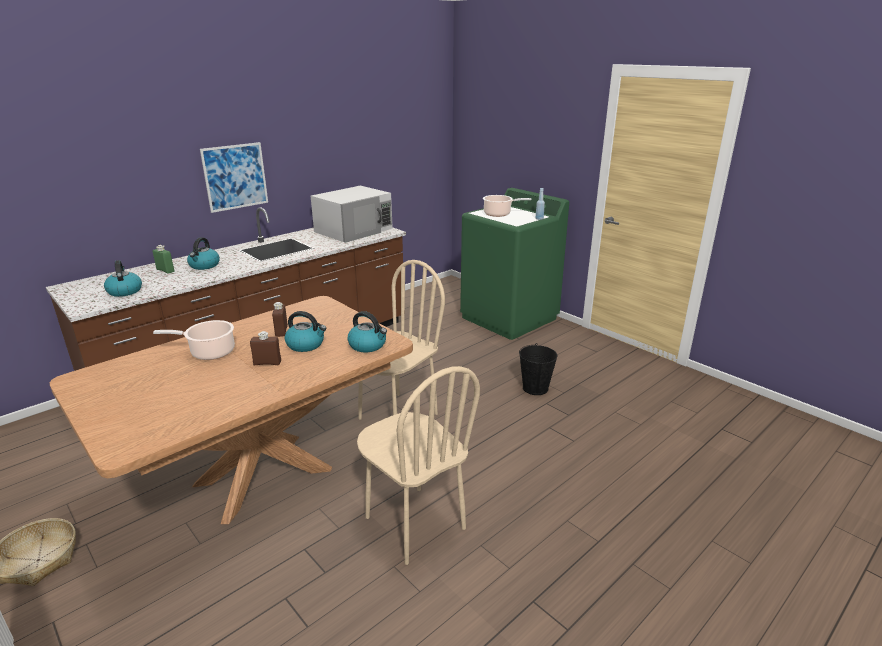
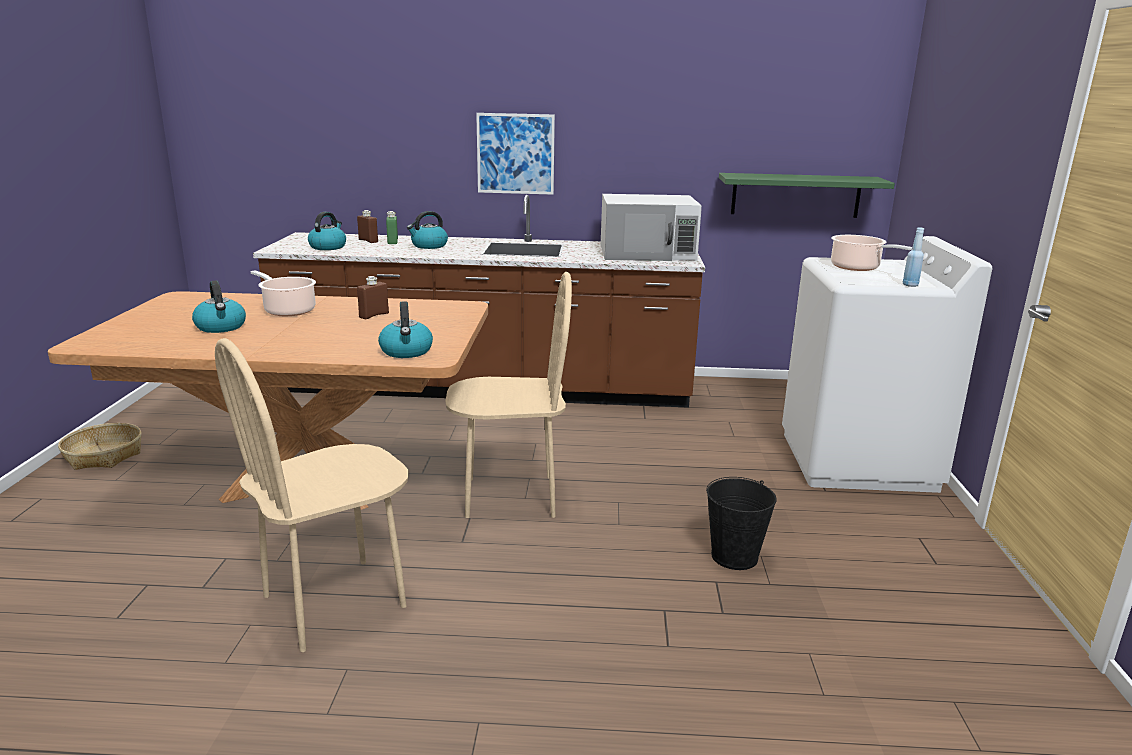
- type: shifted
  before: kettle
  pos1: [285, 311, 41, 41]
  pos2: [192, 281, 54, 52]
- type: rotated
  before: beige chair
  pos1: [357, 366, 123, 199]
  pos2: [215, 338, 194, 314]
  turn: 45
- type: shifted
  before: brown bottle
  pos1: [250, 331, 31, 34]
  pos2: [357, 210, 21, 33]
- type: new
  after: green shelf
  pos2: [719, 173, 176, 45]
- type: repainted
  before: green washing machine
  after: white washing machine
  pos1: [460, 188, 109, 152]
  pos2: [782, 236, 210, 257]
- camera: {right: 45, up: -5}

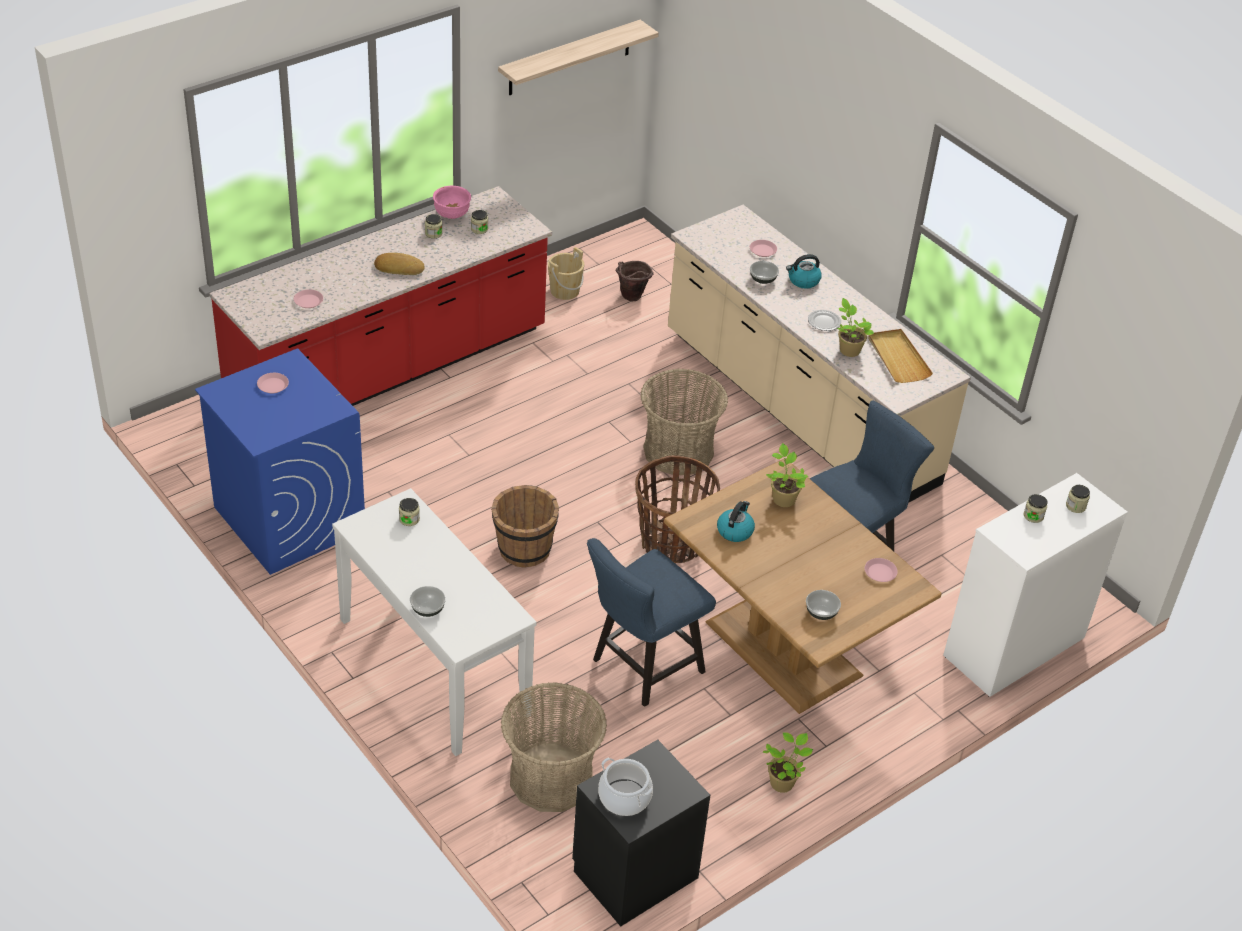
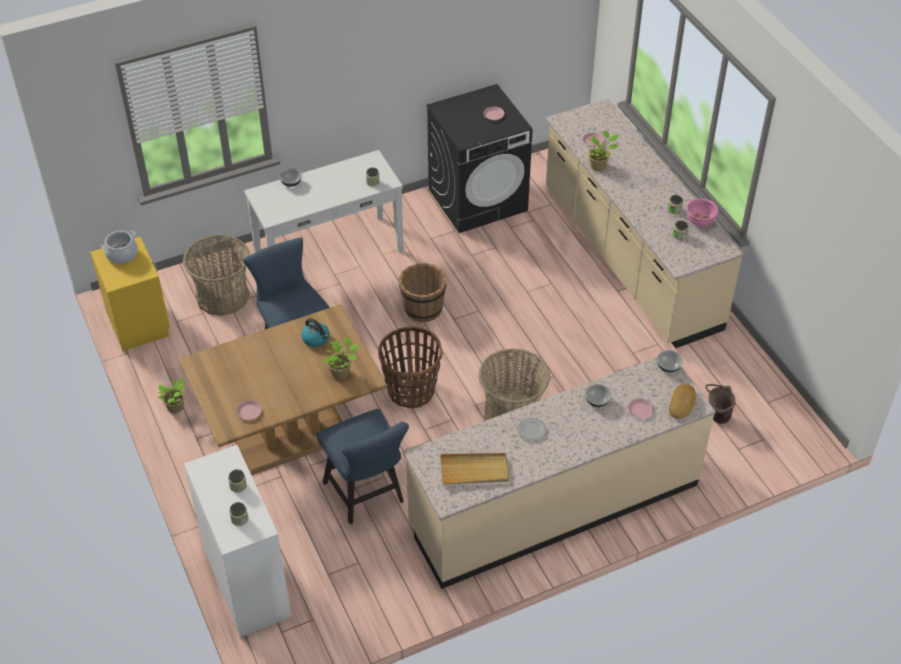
- type: repainted
  before: black nightstand
  after: yellow nightstand
  pos1: [572, 740, 138, 186]
  pos2: [90, 237, 80, 114]
- type: repainted
  before: blue washing machine
  after: black washing machine
  pos1: [195, 349, 170, 226]
  pos2: [426, 84, 107, 149]
- type: repainted
  before: red counter
  after: beige counter
  pos1: [210, 186, 342, 220]
  pos2: [546, 99, 197, 249]
- type: shifted
  before: potted plant
  pos1: [837, 298, 37, 59]
  pos2: [587, 130, 31, 41]
- type: shifted
  before: bowl
  pos1: [806, 590, 35, 30]
  pos2: [657, 350, 26, 23]
- type: shifted
  before: bread
  pos1: [374, 253, 51, 22]
  pos2: [669, 384, 27, 35]
- type: gone
  before: shelf
  pos1: [498, 20, 161, 75]
- type: gone
  before: beige bucket
  pos1: [548, 247, 36, 53]
- type: gone
  before: kettle
  pos1: [786, 254, 36, 35]
- camera: {right: 105, up: 5}

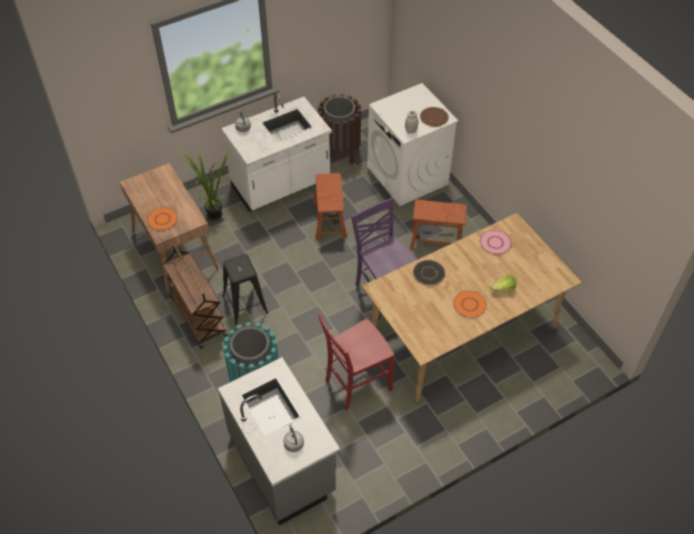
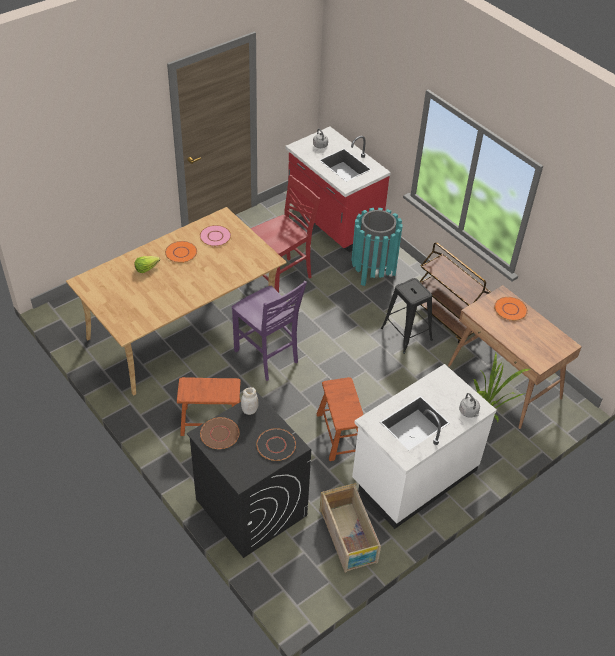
- type: repainted
  before: white washing machine
  after: black washing machine
  pos1: [367, 83, 91, 123]
  pos2: [187, 392, 124, 166]
- type: shifted
  before: pink plate
  pos1: [480, 230, 32, 24]
  pos2: [200, 225, 31, 21]
- type: shifted
  before: black plate
  pos1: [413, 260, 32, 26]
  pos2: [256, 428, 40, 33]
- type: repainted
  before: grey counter
  after: red counter
  pos1: [218, 357, 122, 168]
  pos2: [285, 127, 106, 125]
- type: swapped
  before: brown trash can
  after: crate
  pos1: [318, 94, 43, 71]
  pos2: [319, 483, 62, 90]
- camera: {right: 170, up: -5}

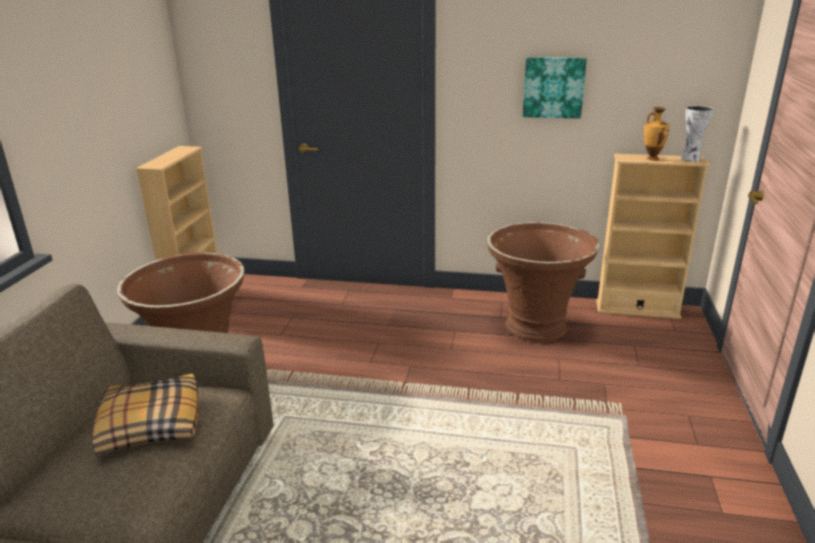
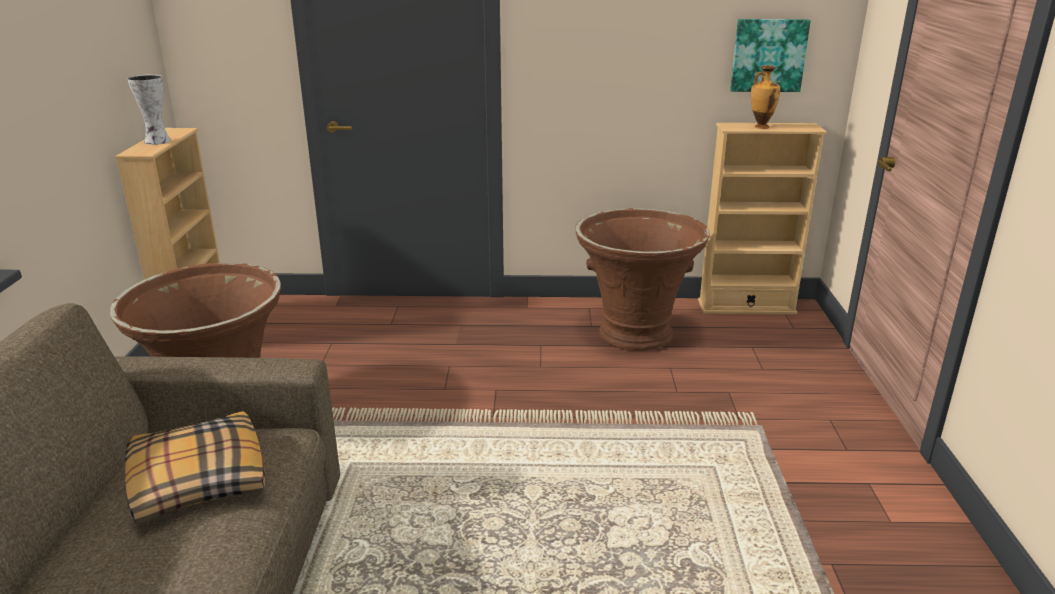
- type: shifted
  before: vase
  pos1: [680, 106, 34, 56]
  pos2: [127, 74, 44, 71]
- type: shifted
  before: picture
  pos1: [523, 57, 64, 62]
  pos2: [730, 19, 81, 73]
- camera: {right: -10, up: 0}

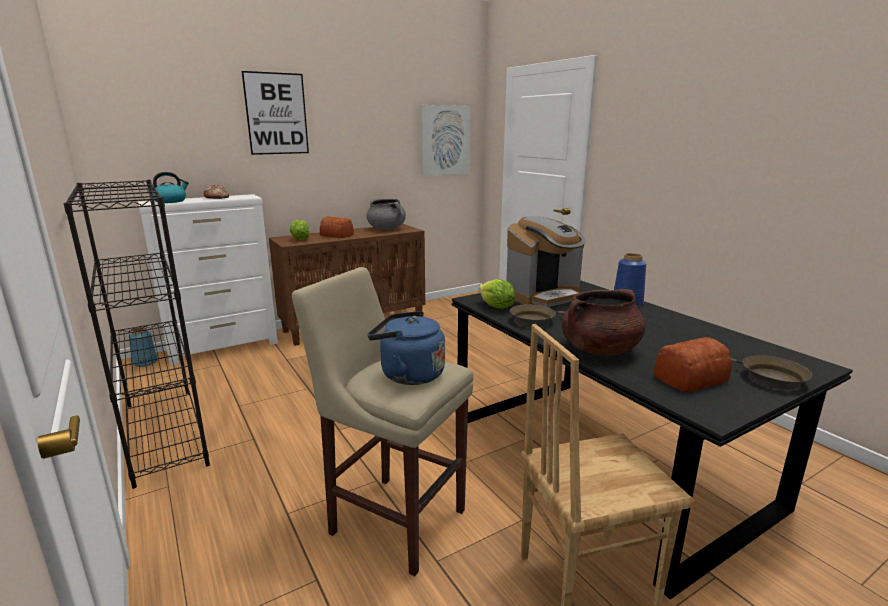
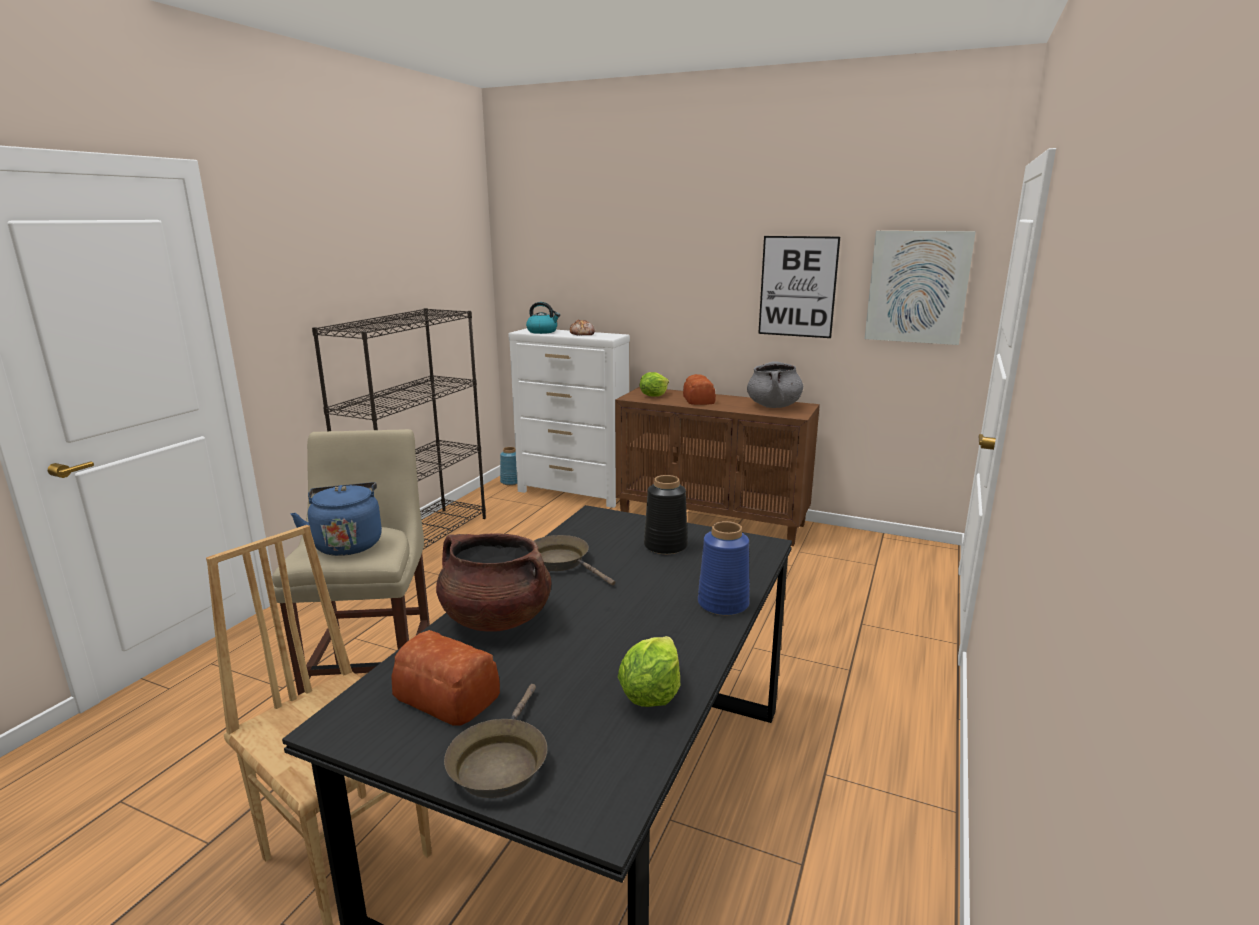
- type: shifted
  before: lettuce
  pos1: [479, 279, 36, 30]
  pos2: [618, 636, 62, 71]
- type: swapped
  before: coffee machine
  after: black vase
  pos1: [506, 216, 80, 91]
  pos2: [644, 475, 44, 79]
- type: shifted
  before: picture
  pos1: [242, 71, 67, 84]
  pos2: [758, 236, 82, 102]
- camera: {right: 55, up: 0}

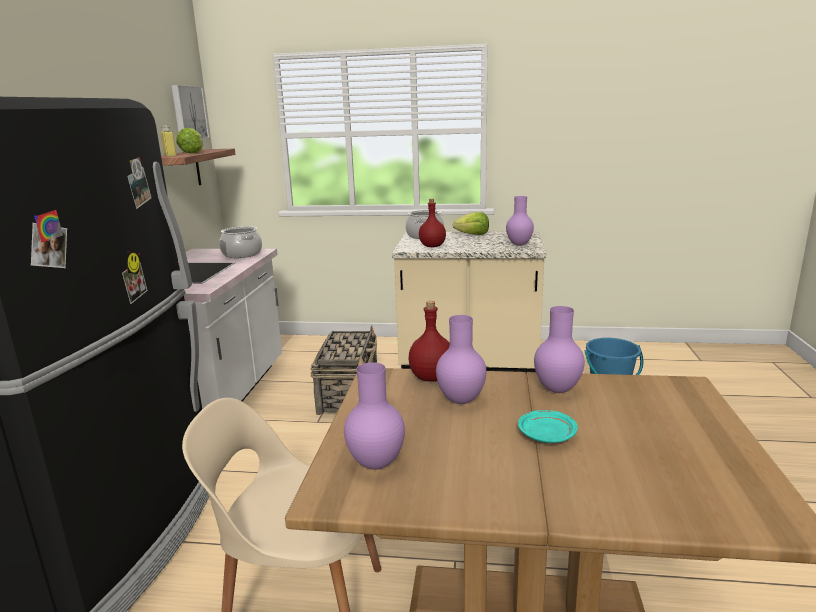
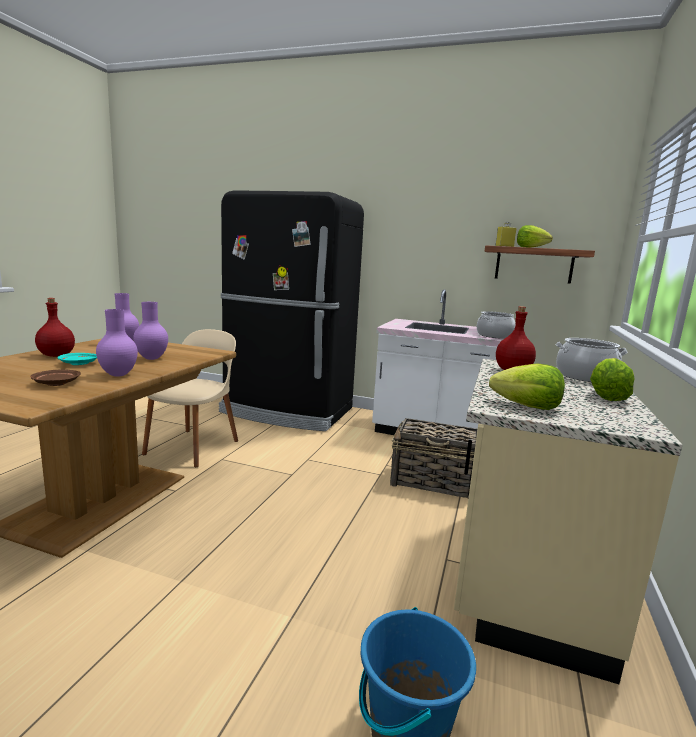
- type: new
  after: brown plate
  pos2: [30, 369, 51, 17]
- type: shifted
  before: red bottle
  pos1: [409, 301, 41, 81]
  pos2: [35, 298, 40, 59]
- type: swapped
  before: purple vase
  after: lettuce
  pos1: [506, 196, 28, 50]
  pos2: [489, 363, 76, 47]
- type: gone
  before: picture
  pos1: [171, 85, 39, 54]
- camera: {right: 100, up: -5}

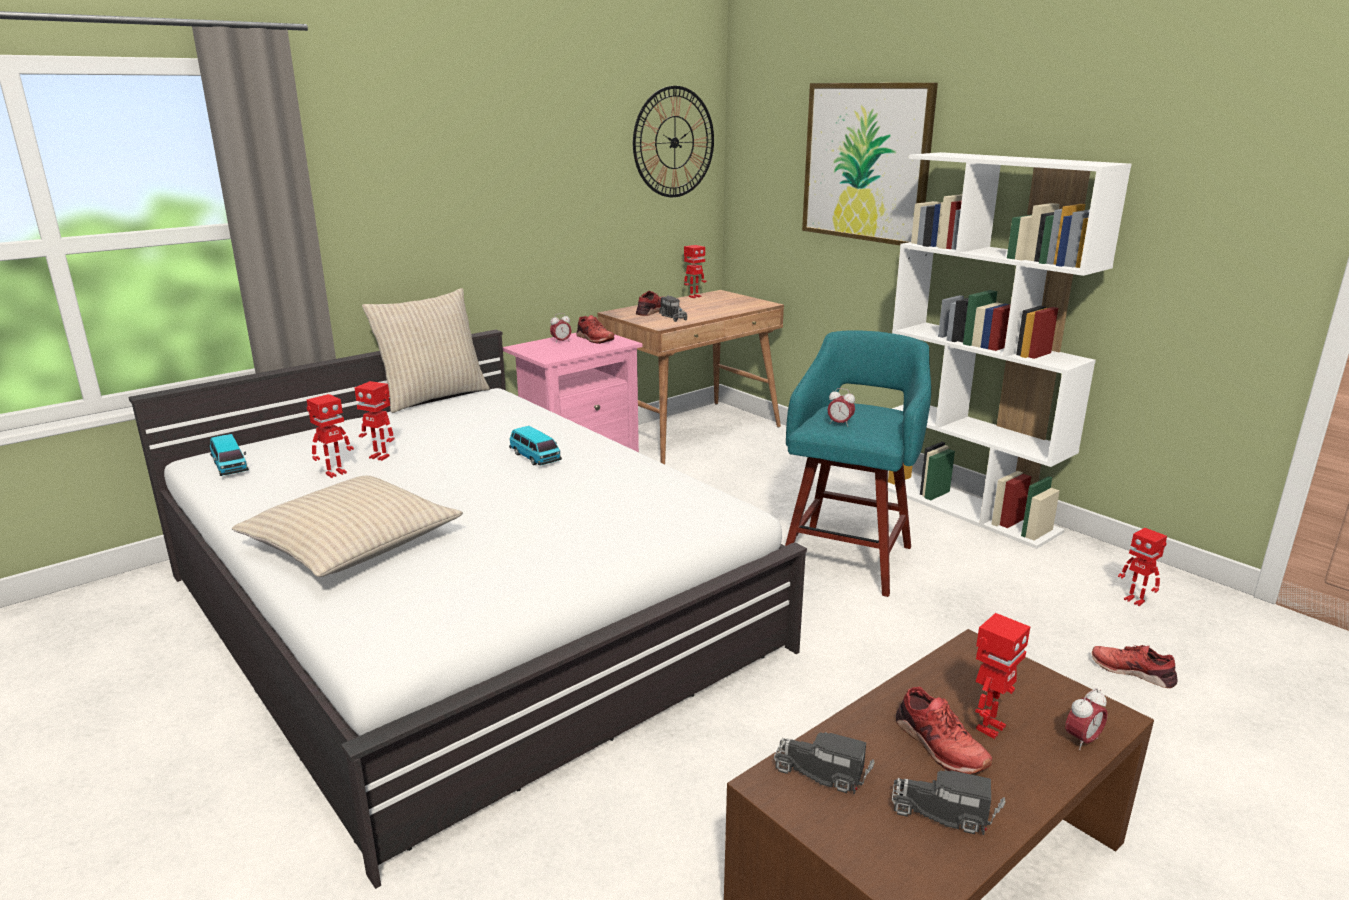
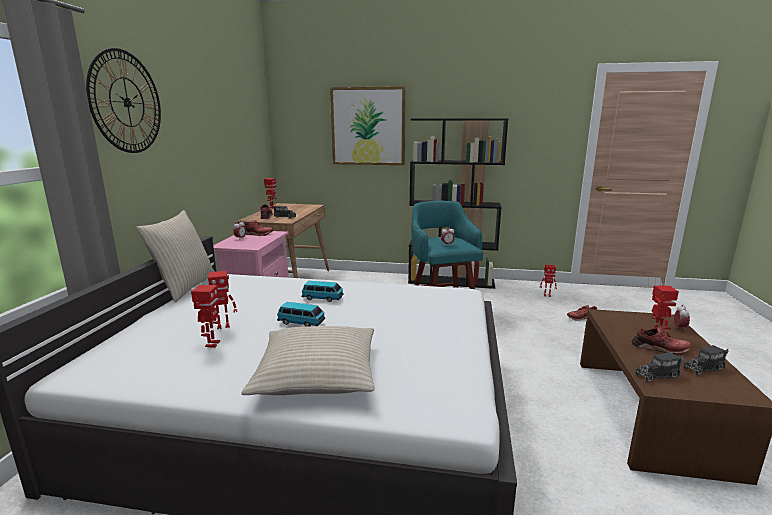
- type: shifted
  before: wall clock
  pos1: [633, 86, 81, 111]
  pos2: [86, 48, 75, 105]
- type: shifted
  before: toy car
  pos1: [210, 434, 39, 42]
  pos2: [277, 302, 48, 25]
- type: repainted
  before: white bookcase
  after: black bookcase
  pos1: [888, 152, 244, 397]
  pos2: [408, 118, 100, 171]
- camera: {right: -40, up: -5}

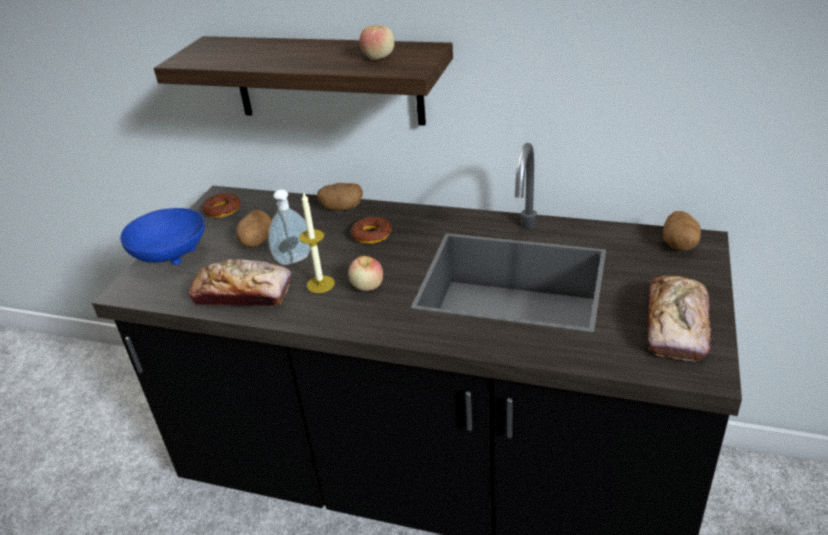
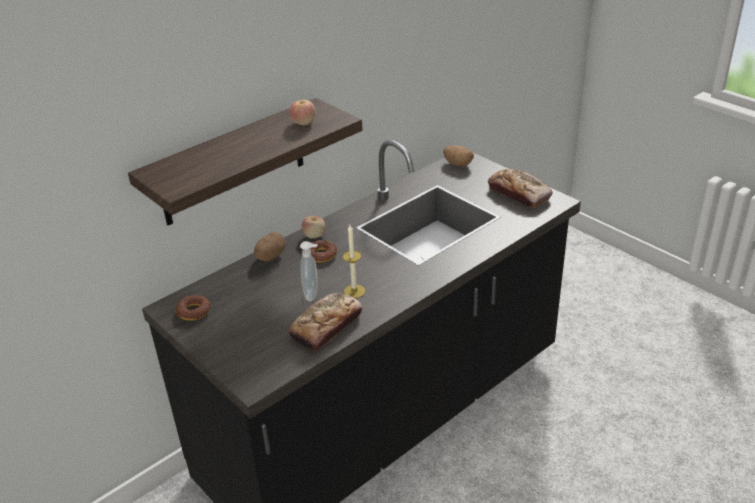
- type: shifted
  before: apple
  pos1: [348, 256, 35, 35]
  pos2: [302, 216, 24, 22]
- type: gone
  before: blue bowl
  pos1: [120, 208, 85, 57]
- type: gone
  before: potato
  pos1: [236, 210, 36, 38]
- camera: {right: -60, up: 0}

